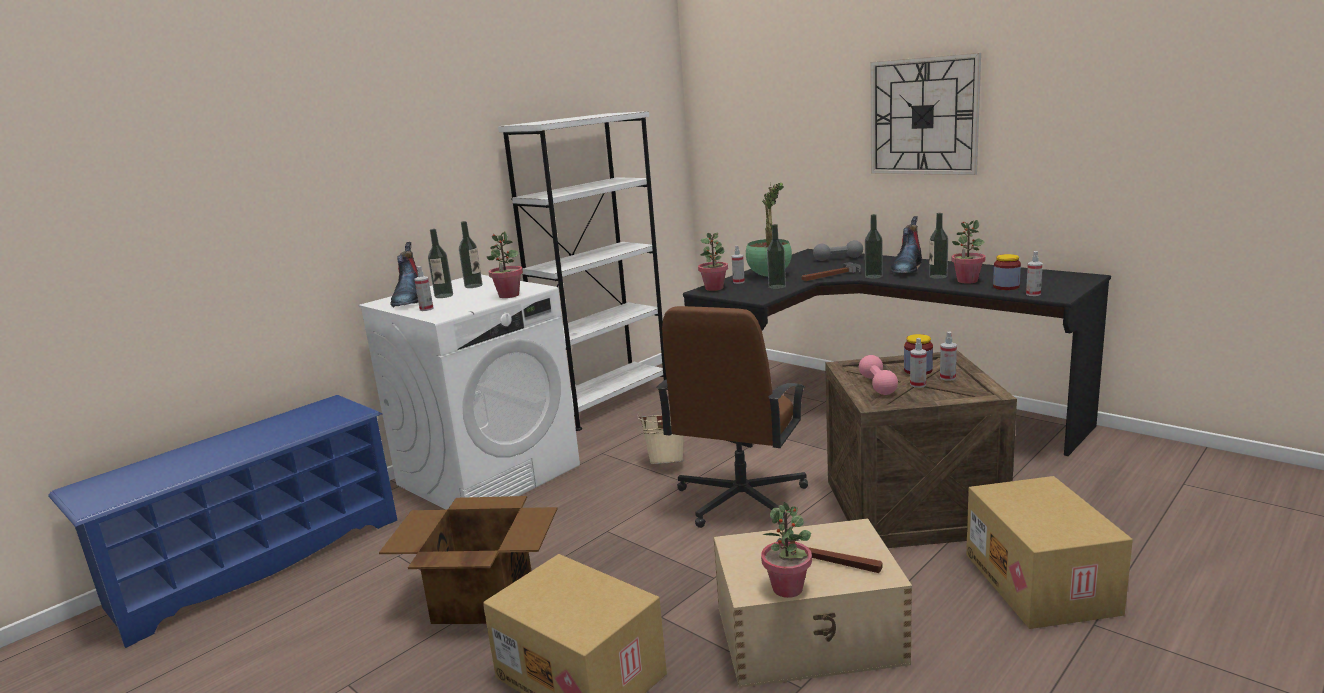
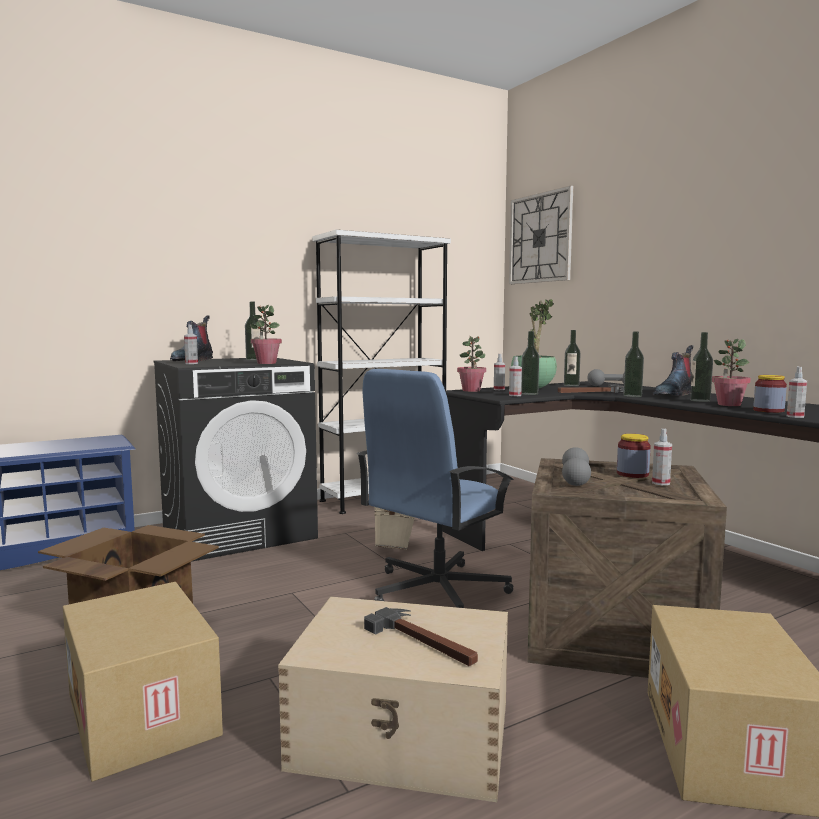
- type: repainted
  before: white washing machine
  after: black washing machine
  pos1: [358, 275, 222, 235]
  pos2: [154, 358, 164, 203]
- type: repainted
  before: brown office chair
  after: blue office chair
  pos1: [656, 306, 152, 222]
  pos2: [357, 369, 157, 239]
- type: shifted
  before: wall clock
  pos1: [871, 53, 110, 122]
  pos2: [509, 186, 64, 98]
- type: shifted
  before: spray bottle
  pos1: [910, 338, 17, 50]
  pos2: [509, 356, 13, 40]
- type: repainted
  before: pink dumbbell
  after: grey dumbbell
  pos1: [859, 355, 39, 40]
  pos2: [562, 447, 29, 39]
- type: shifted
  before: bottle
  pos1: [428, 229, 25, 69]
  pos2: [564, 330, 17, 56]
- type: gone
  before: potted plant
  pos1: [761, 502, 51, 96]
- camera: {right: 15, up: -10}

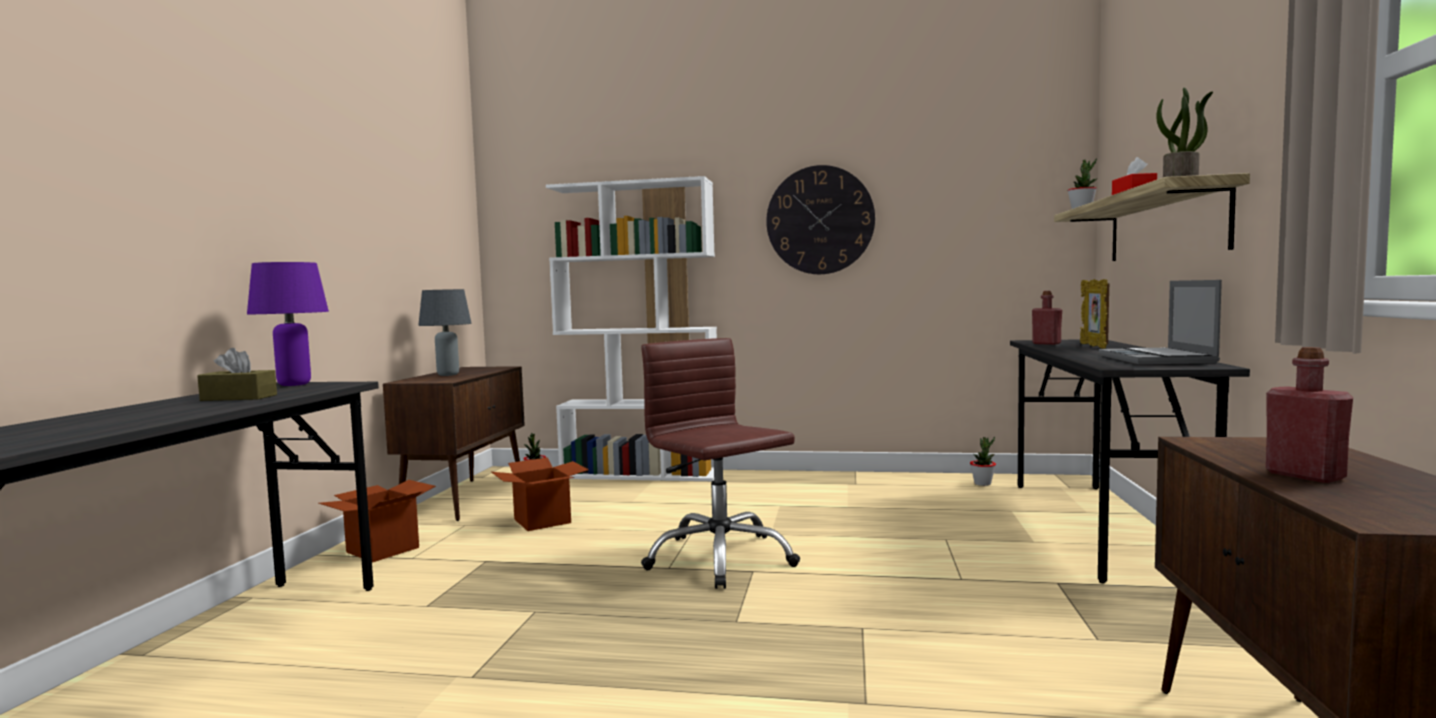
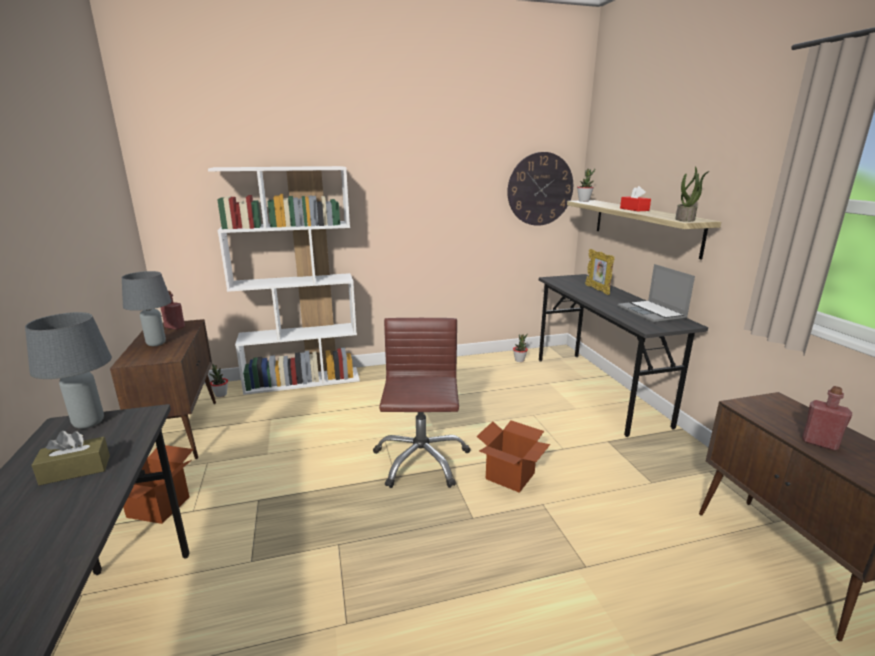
- type: repainted
  before: purple table lamp
  after: grey table lamp
  pos1: [247, 262, 82, 124]
  pos2: [25, 312, 87, 117]
- type: shifted
  before: red bottle
  pos1: [1032, 291, 30, 54]
  pos2: [160, 291, 25, 39]
- type: rotated
  before: brown office chair
  pos1: [641, 338, 159, 251]
  pos2: [373, 318, 98, 170]
  turn: 60
- type: shifted
  before: cardboard box
  pos1: [491, 457, 98, 74]
  pos2: [477, 421, 73, 72]
- type: shifted
  before: wall clock
  pos1: [766, 165, 109, 109]
  pos2: [507, 152, 66, 74]
- camera: {right: -25, up: 15}

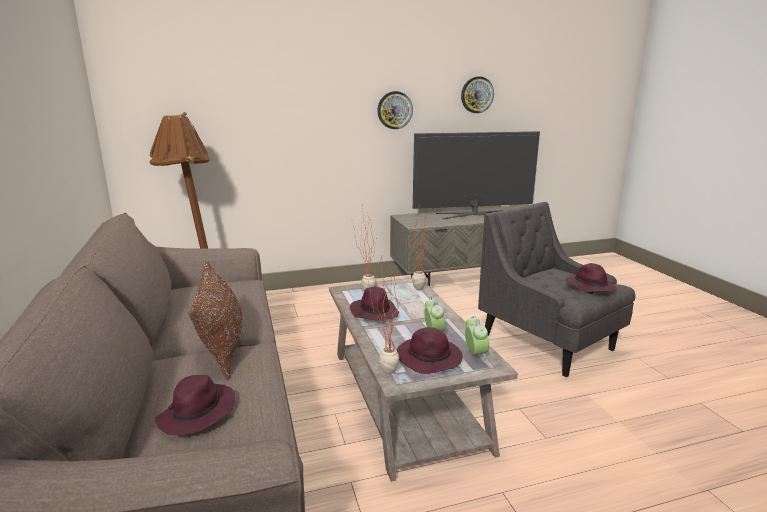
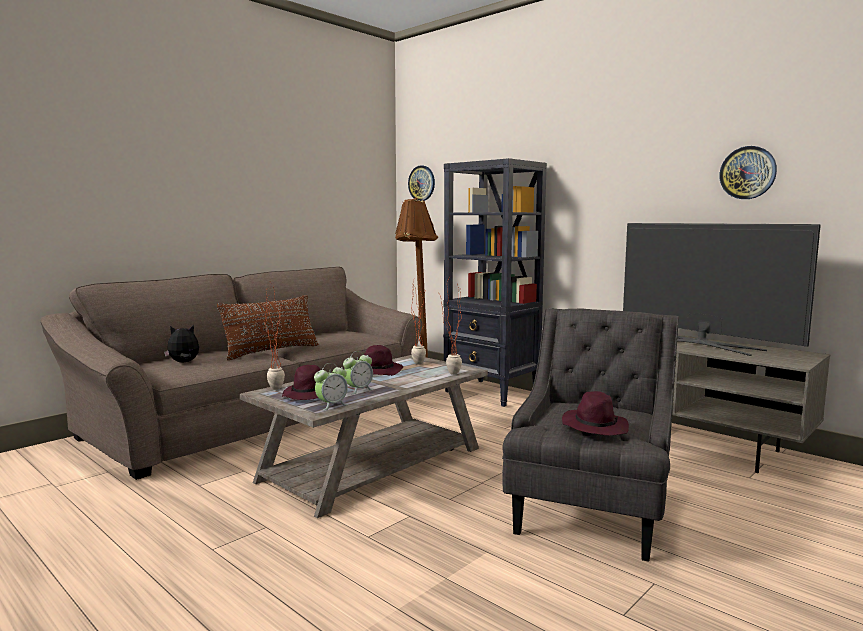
- type: swapped
  before: purple hat
  after: plush toy
  pos1: [155, 375, 80, 61]
  pos2: [164, 325, 35, 37]
- type: shifted
  before: wall clock
  pos1: [377, 91, 36, 38]
  pos2: [408, 165, 27, 36]
- type: new
  after: black bookcase
  pos2: [443, 158, 104, 249]
- camera: {right: 60, up: -10}

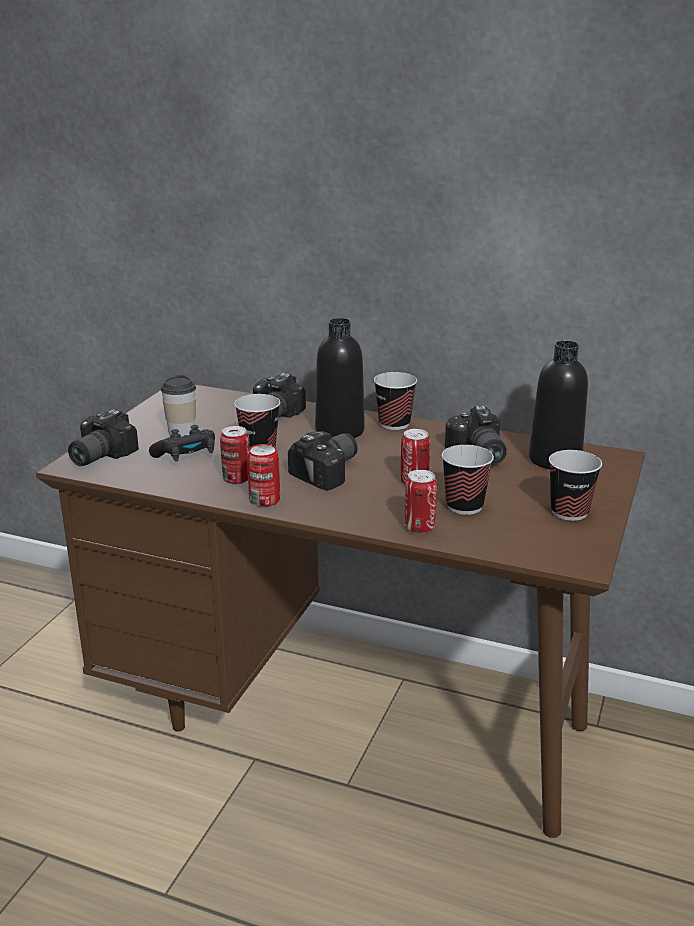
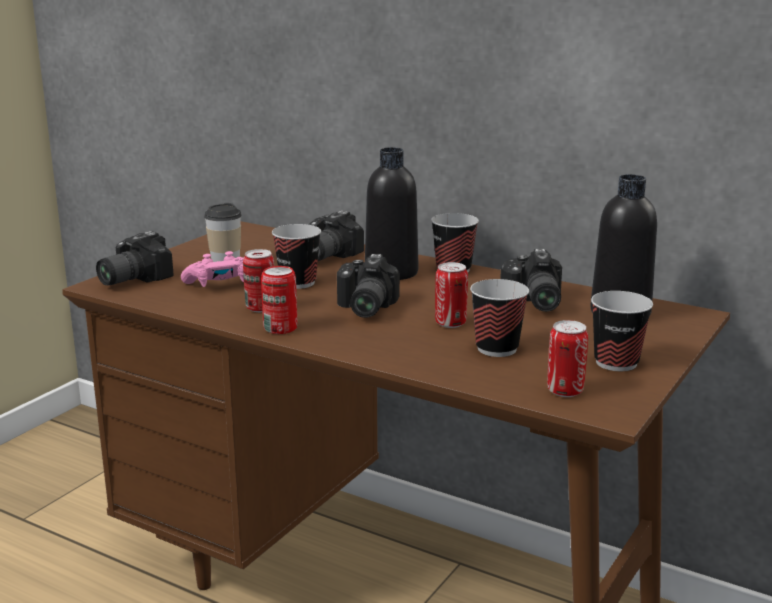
- type: repainted
  before: black game controller
  after: pink game controller
  pos1: [149, 425, 66, 37]
  pos2: [181, 251, 63, 36]
- type: rotated
  before: photo camera
  pos1: [288, 431, 70, 60]
  pos2: [337, 254, 63, 64]
  turn: 135
- type: shifted
  before: can
  pos1: [405, 470, 32, 64]
  pos2: [547, 320, 41, 77]
- camera: {right: 10, up: -5}

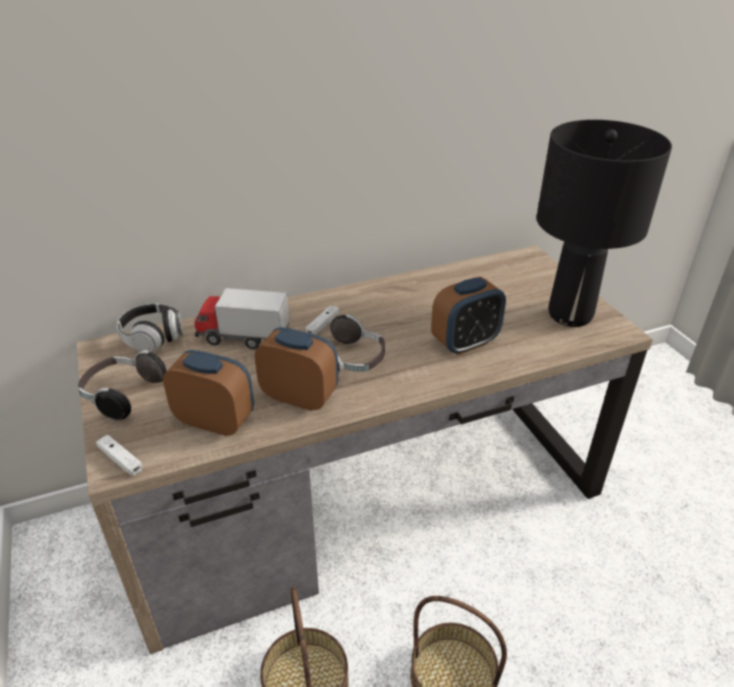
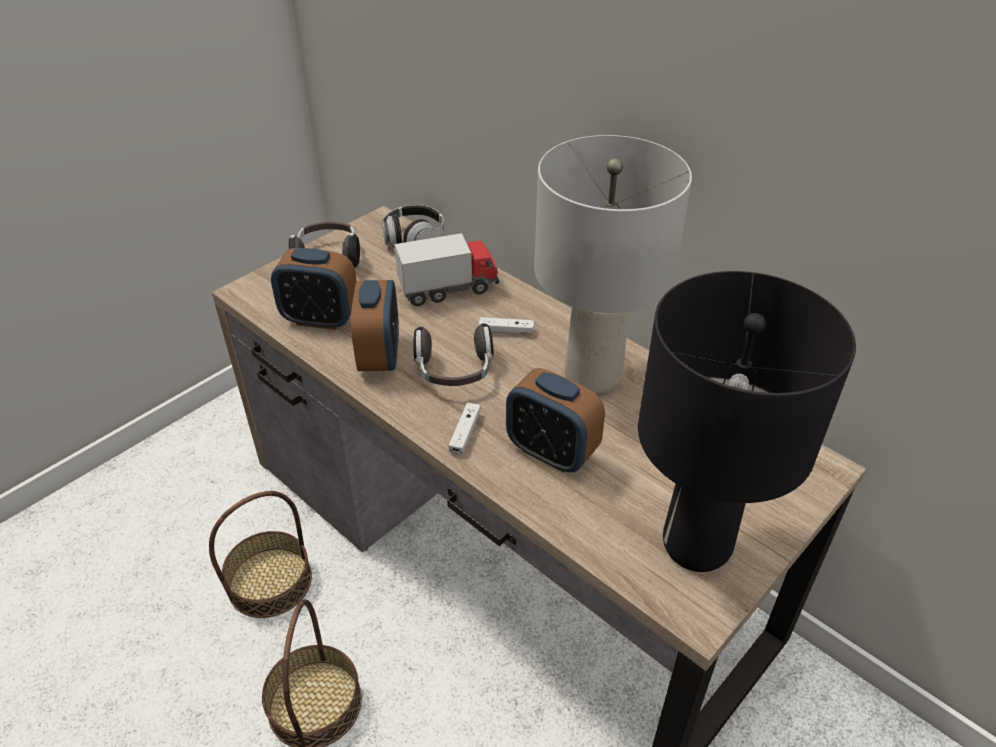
- type: rotated
  before: alarm clock
  pos1: [163, 350, 91, 86]
  pos2: [271, 248, 86, 82]
  turn: 105
- type: rotated
  before: toy truck
  pos1: [195, 288, 95, 62]
  pos2: [394, 233, 105, 73]
  turn: 90
- type: shifted
  before: white game controller
  pos1: [96, 435, 47, 41]
  pos2: [449, 403, 32, 52]
- type: new
  after: grey table lamp
  pos2: [534, 135, 158, 261]
- camera: {right: 65, up: 5}

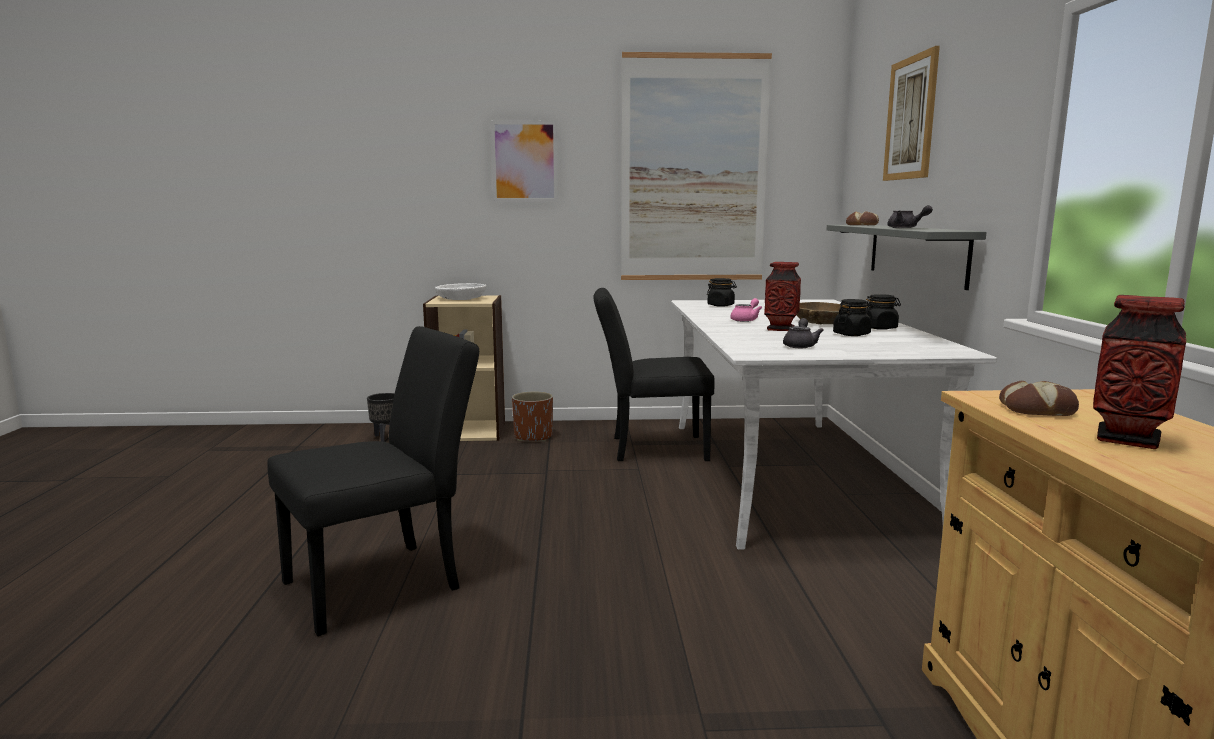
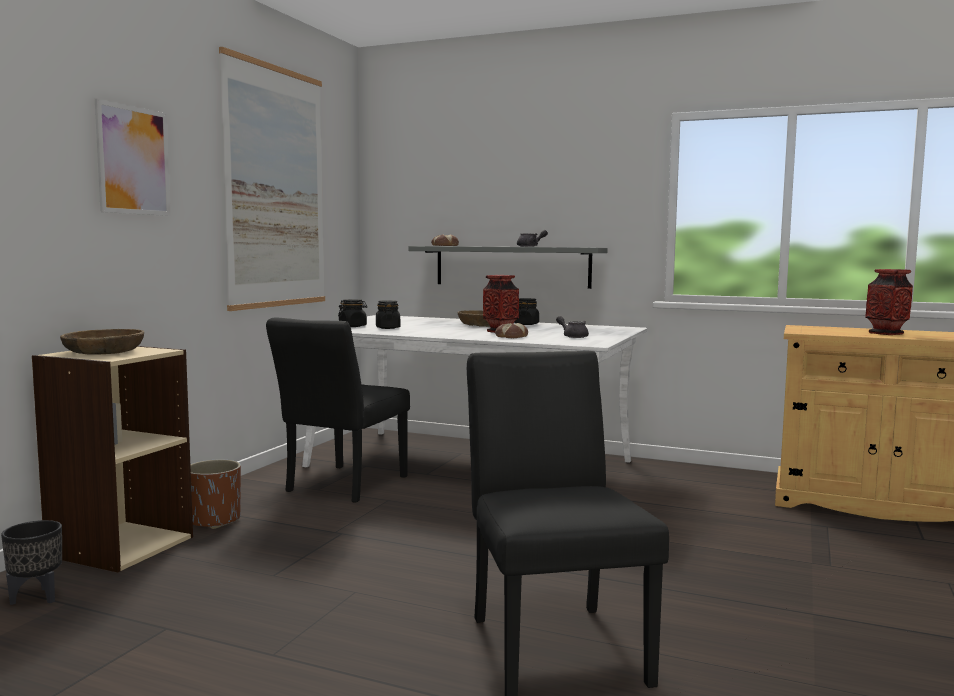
- type: repainted
  before: white bowl
  after: brown bowl
  pos1: [435, 283, 51, 17]
  pos2: [60, 329, 84, 26]
- type: shifted
  before: black jar
  pos1: [833, 299, 38, 37]
  pos2: [376, 300, 24, 29]
- type: shifted
  before: bread
  pos1: [999, 381, 80, 35]
  pos2: [495, 323, 33, 15]
- type: gone
  before: pink teapot
  pos1: [730, 298, 32, 24]
- type: gone
  before: picture
  pos1: [883, 46, 57, 135]
- camera: {right: -65, up: -5}

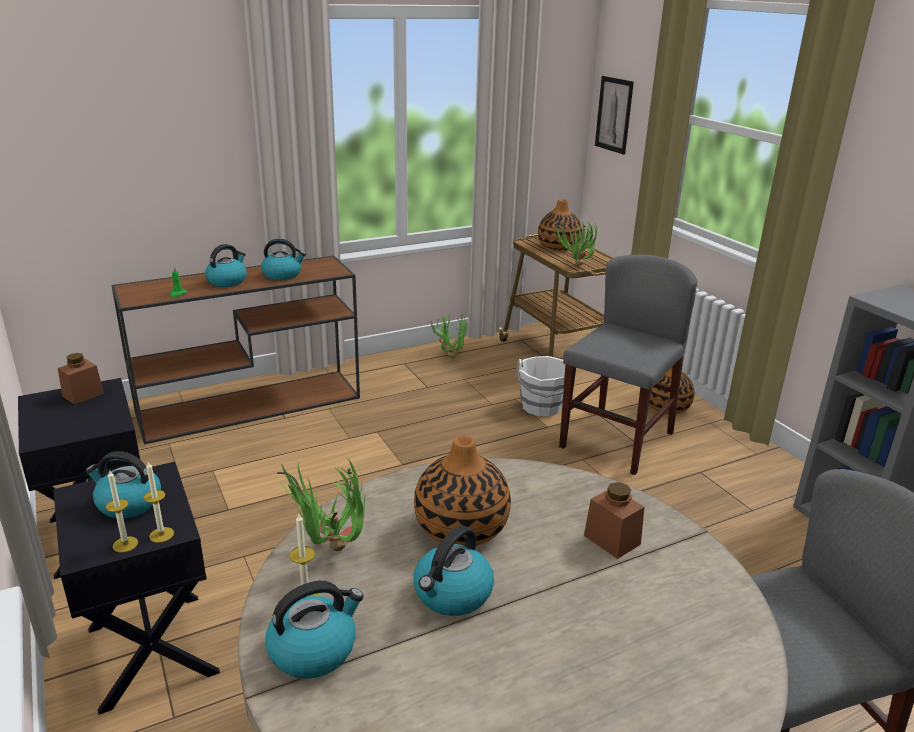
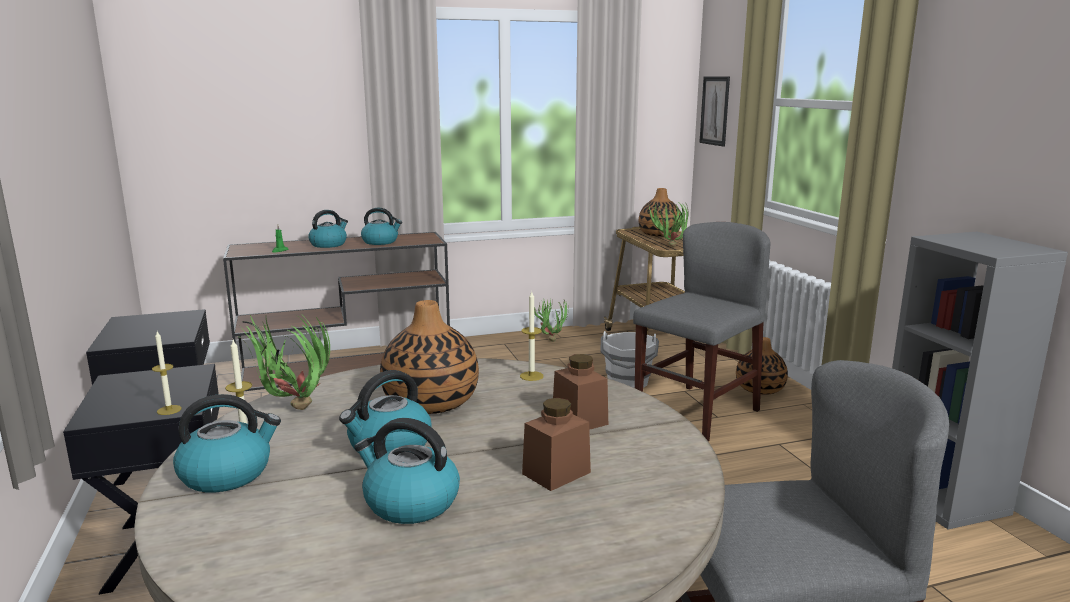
- type: shifted
  before: kettle
  pos1: [85, 451, 76, 67]
  pos2: [354, 418, 106, 106]
- type: shifted
  before: candle
  pos1: [106, 471, 32, 82]
  pos2: [520, 290, 24, 91]
- type: shifted
  before: brown jar
  pos1: [58, 353, 46, 51]
  pos2: [522, 398, 69, 93]
- camera: {right: 10, up: -10}

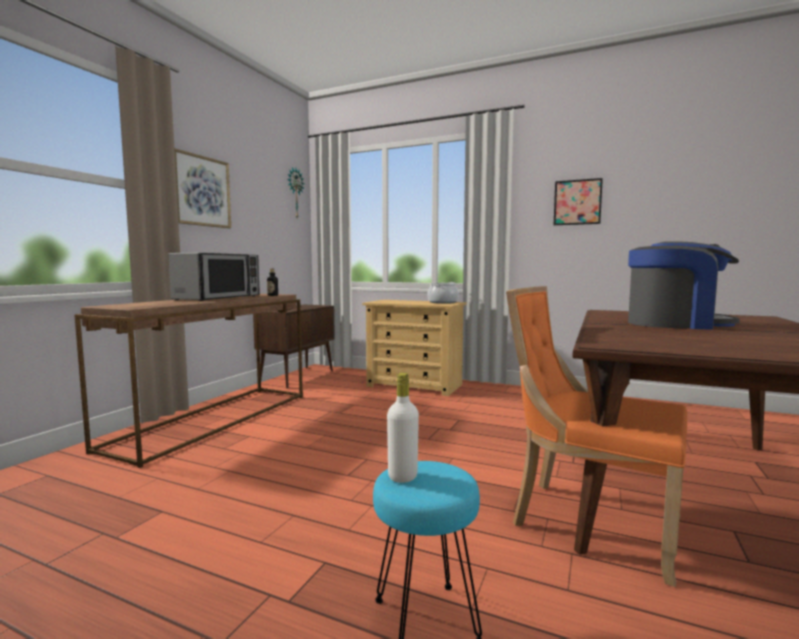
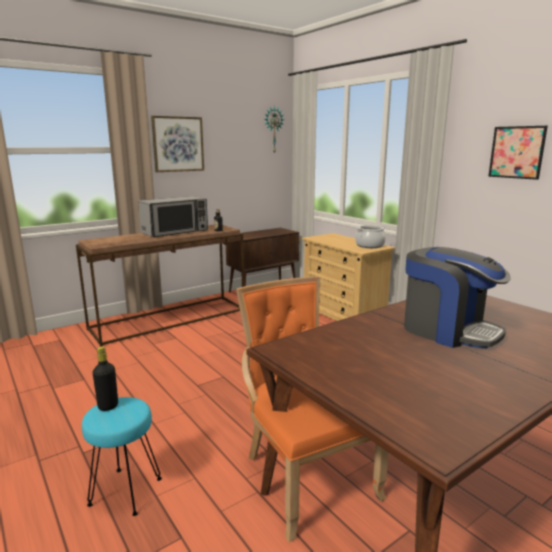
- type: repainted
  before: white bottle
  after: black bottle
  pos1: [387, 373, 32, 110]
  pos2: [93, 346, 25, 65]
- camera: {right: 30, up: 10}

